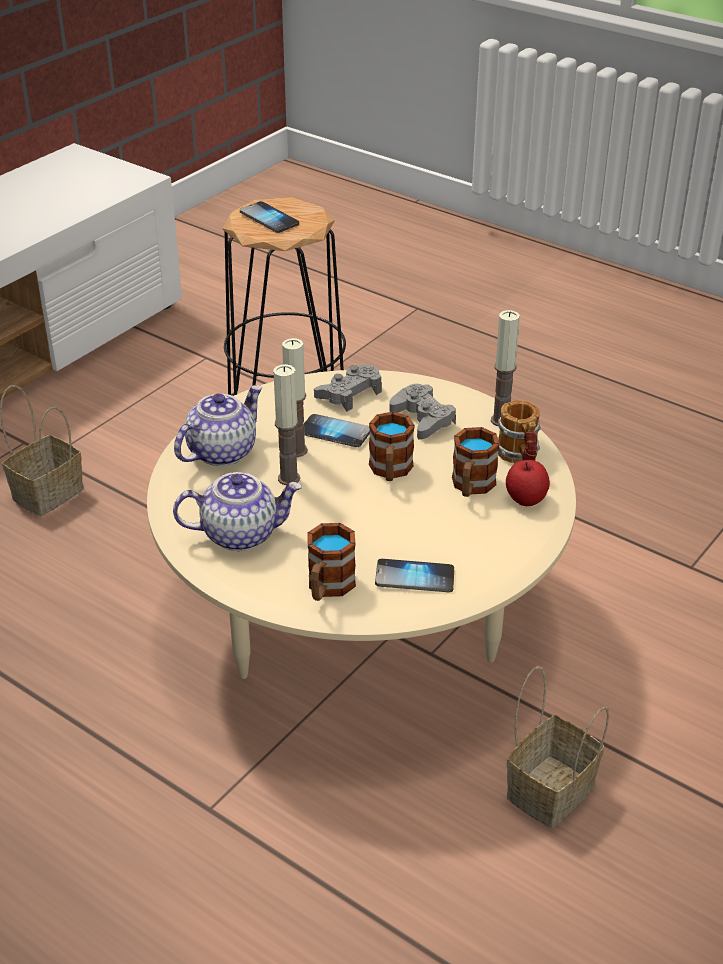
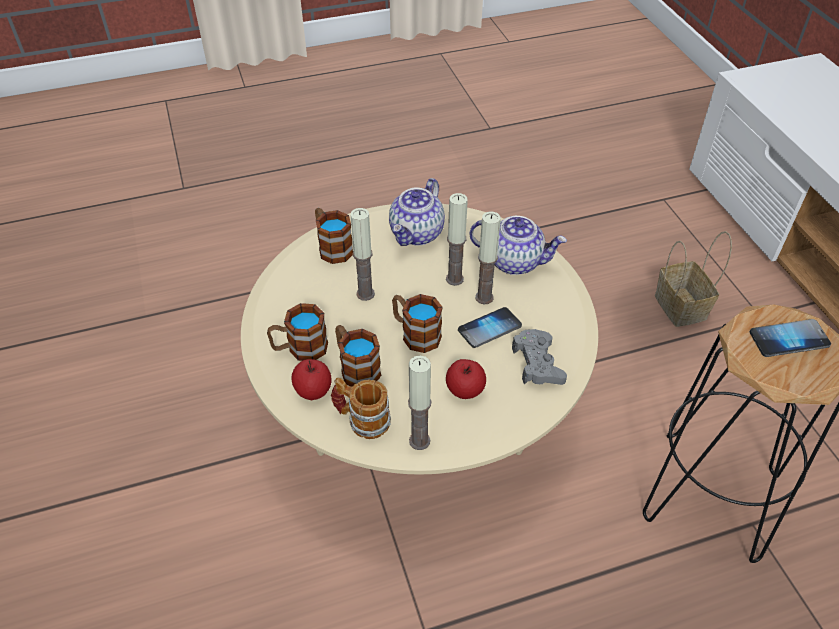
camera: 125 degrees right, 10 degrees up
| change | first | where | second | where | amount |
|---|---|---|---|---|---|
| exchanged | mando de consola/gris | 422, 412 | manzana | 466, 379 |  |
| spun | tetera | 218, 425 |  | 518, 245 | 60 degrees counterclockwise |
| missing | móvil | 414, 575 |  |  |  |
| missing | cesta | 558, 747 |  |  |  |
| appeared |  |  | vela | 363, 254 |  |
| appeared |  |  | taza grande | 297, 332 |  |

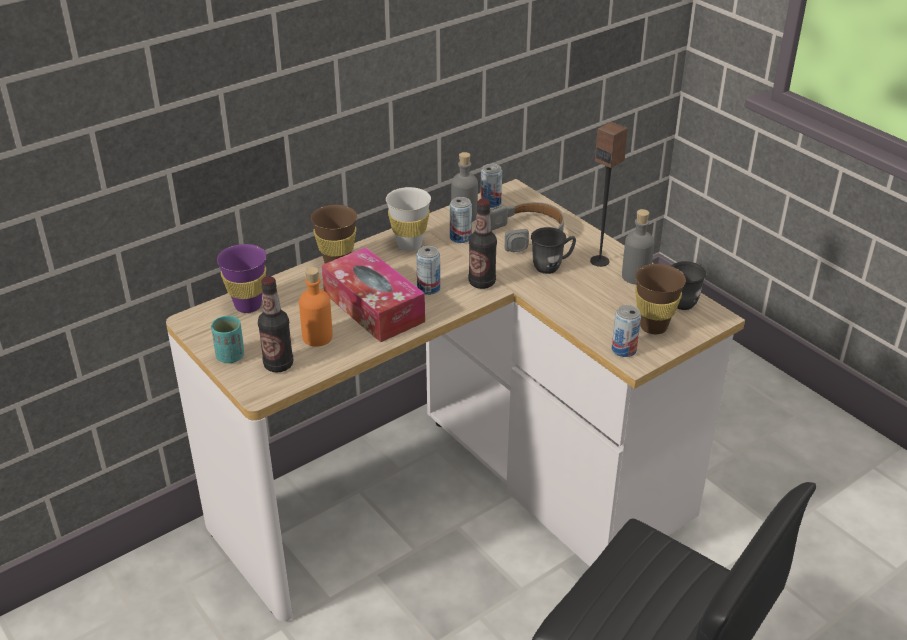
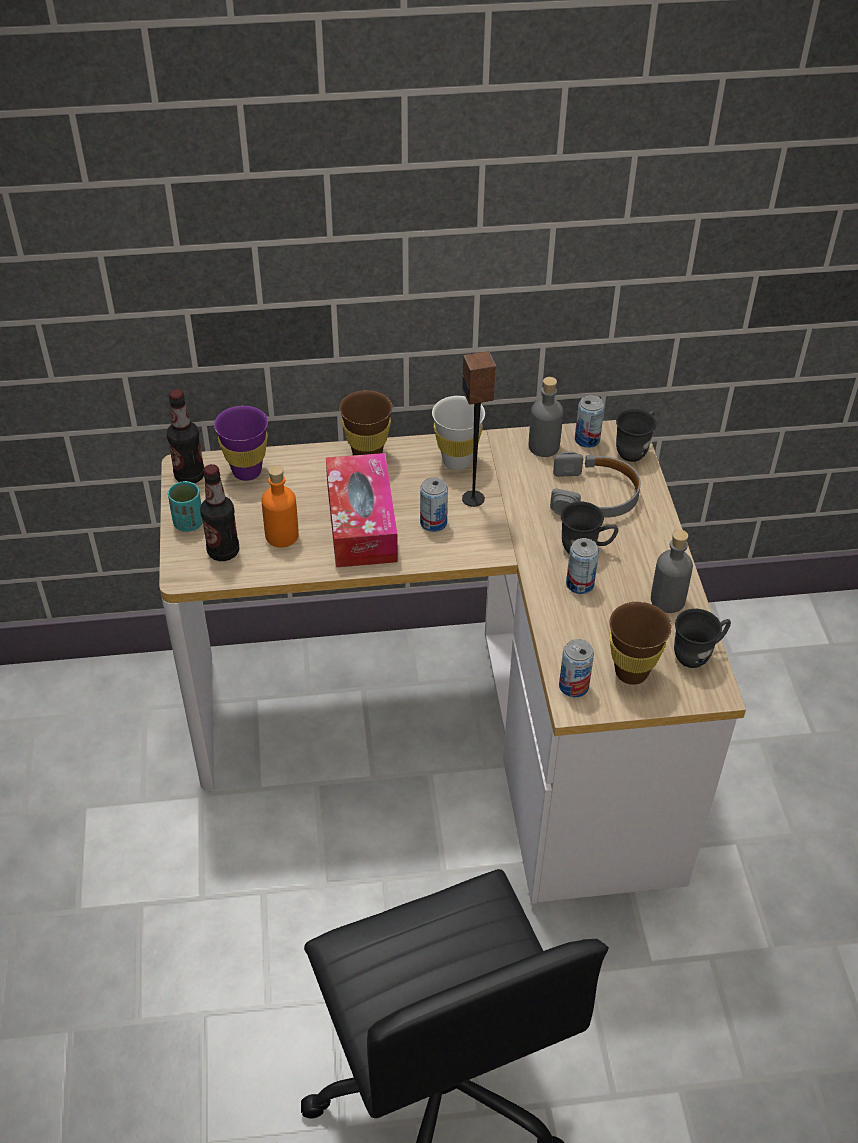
camera: 30 degrees right, 10 degrees up
| change | first | where | second | where | amount |
|---|---|---|---|---|---|
| relocated | altavoz | 609, 194 |  | 479, 429 |  |
| relocated | lata | 461, 220 |  | 582, 566 |  |
| relocated | botella | 482, 244 |  | 185, 436 |  |
| appeared |  |  | taza grande/gris | 636, 435 |  |

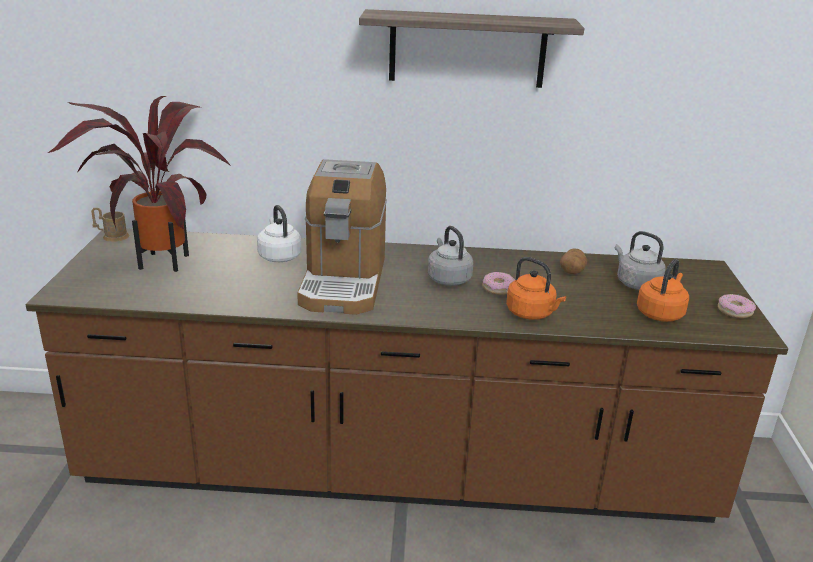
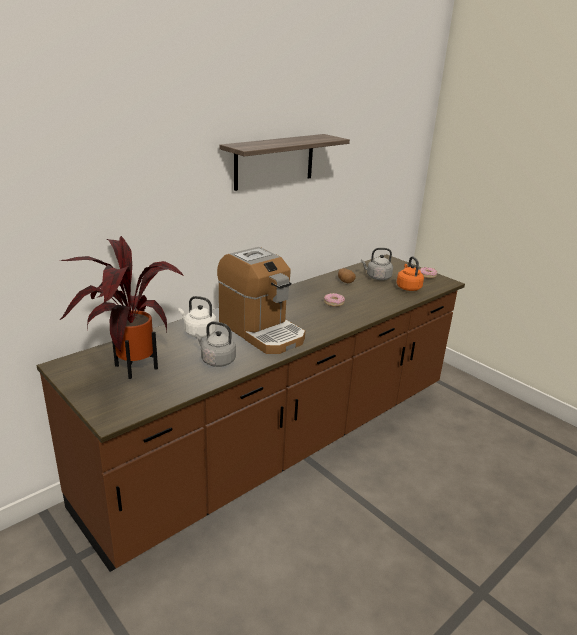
camera: 45 degrees left, 0 degrees up
| change | first | where | second | where | amount |
|---|---|---|---|---|---|
| missing | taza grande/marrón | 110, 225 |  |  |  |
| relocated | hervidor/gris | 450, 256 |  | 215, 344 |  |
| missing | hervidor/naranja | 536, 288 |  |  |  |

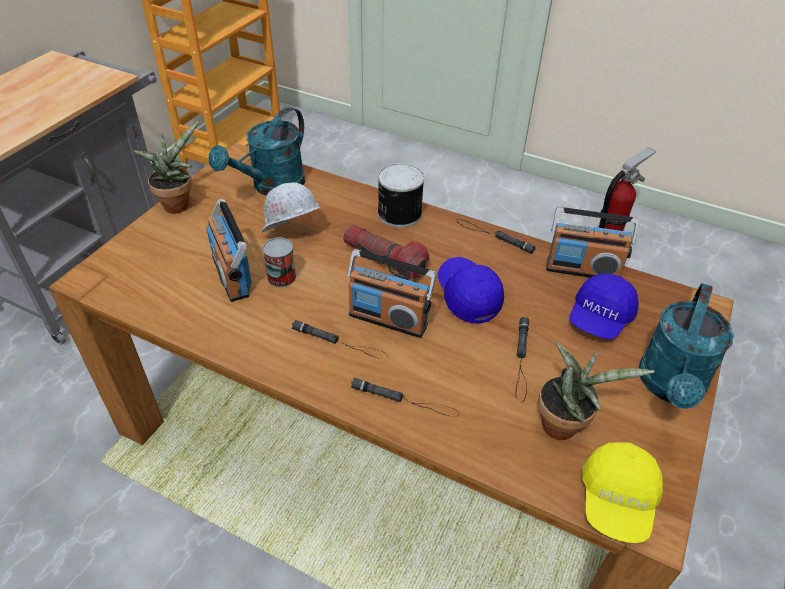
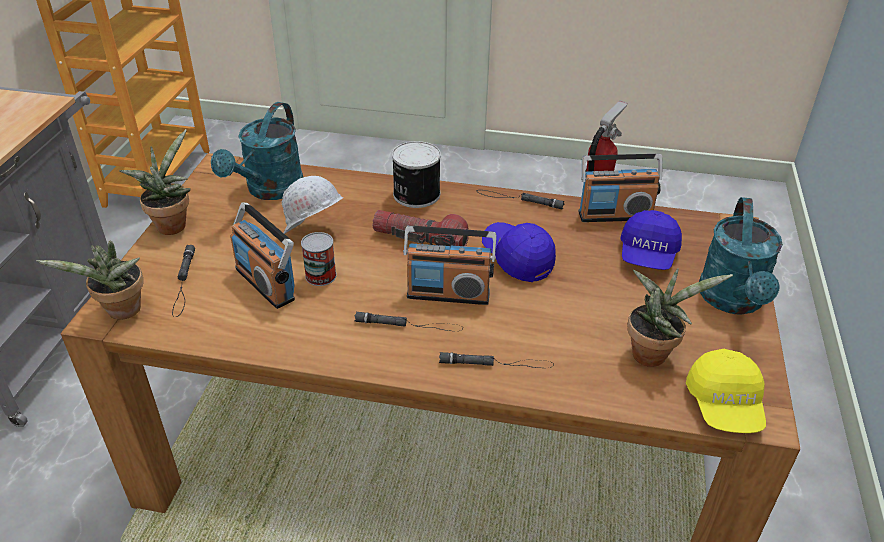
camera: 15 degrees left, 5 degrees down
| change | first | where | second | where | amount |
|---|---|---|---|---|---|
| relocated | linterna/negro | 522, 359 |  | 183, 281 |  |
| appeared |  |  | planta en maceta | 90, 280 |  |

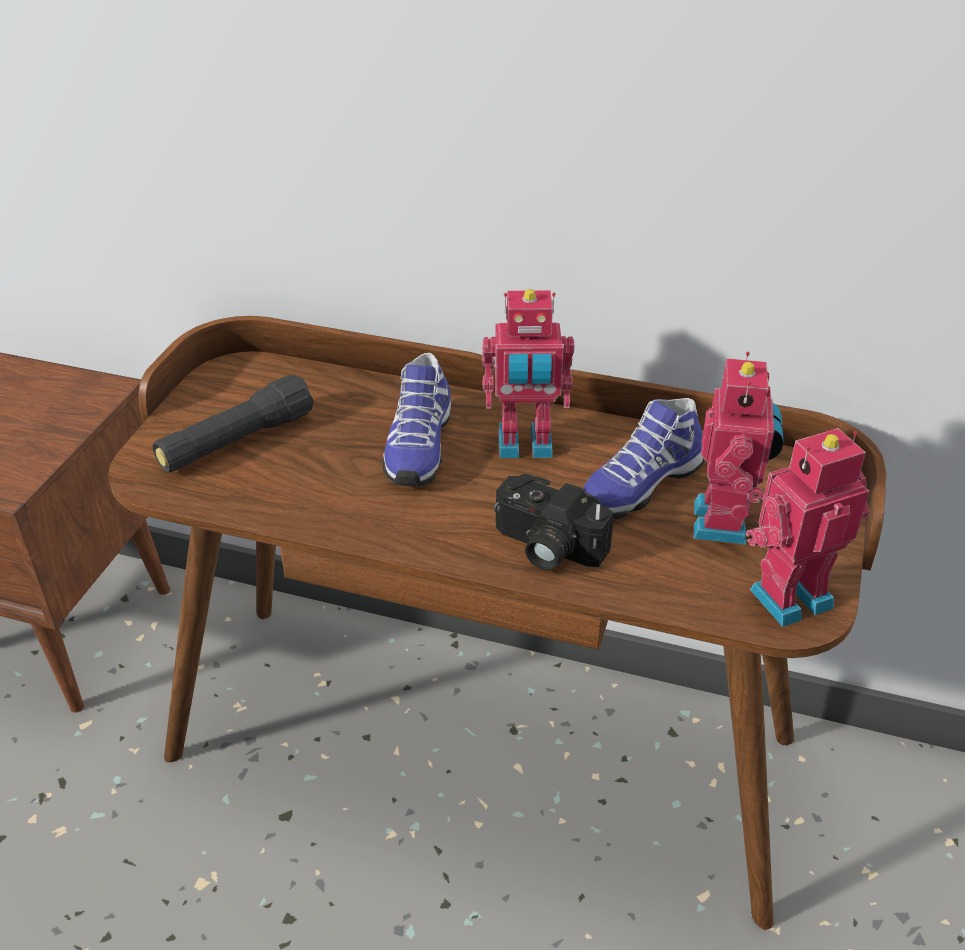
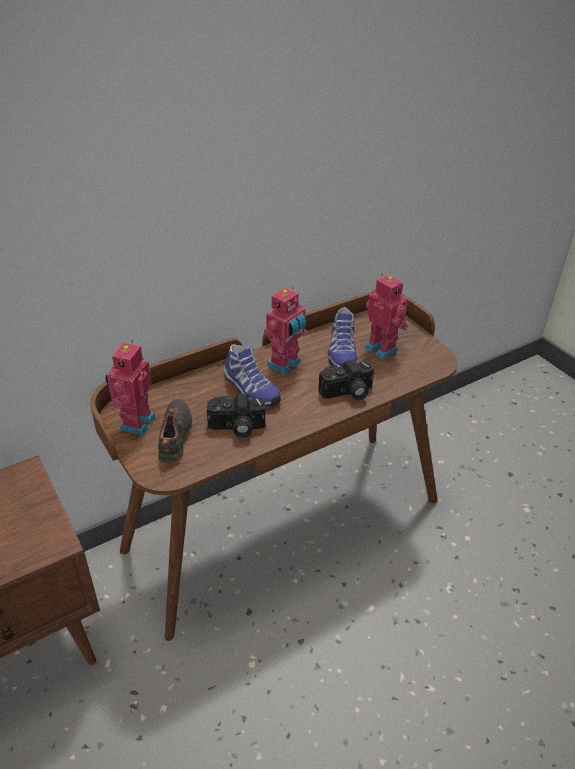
camera: 50 degrees left, 0 degrees up
| change | first | where | second | where | amount |
|---|---|---|---|---|---|
| exchanged | linterna/negro | 233, 423 | zapato/negro | 175, 431 |  |
| relocated | robot de juguete | 808, 527 |  | 130, 387 |  |
| appeared |  |  | cámara | 236, 416 |  |

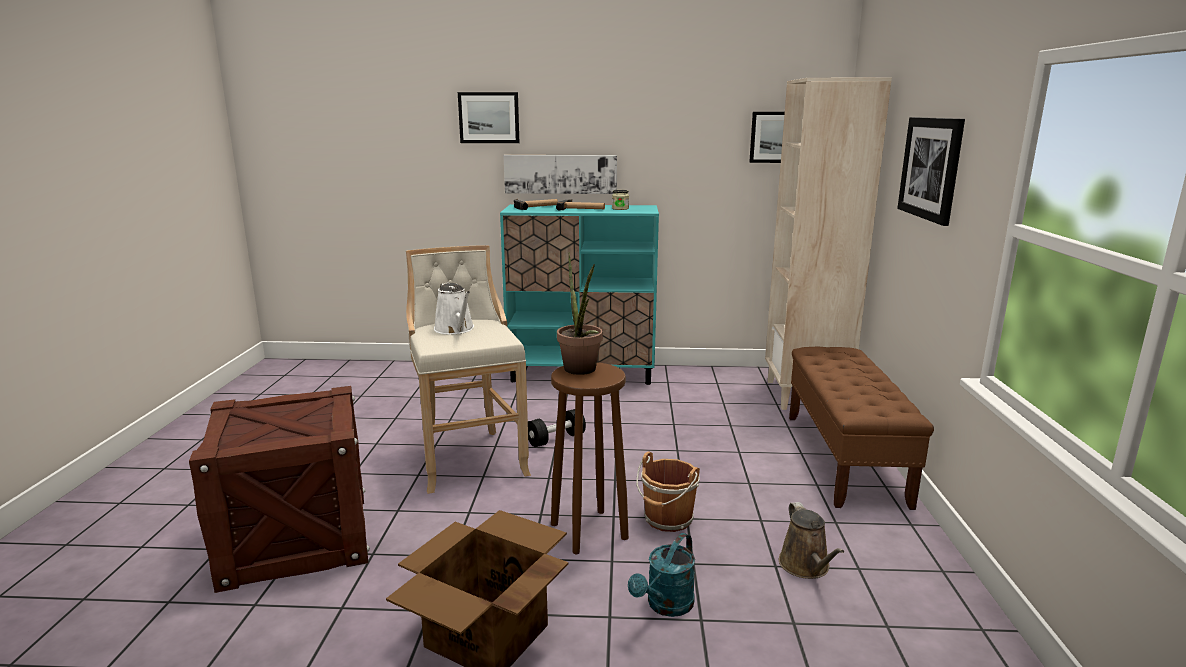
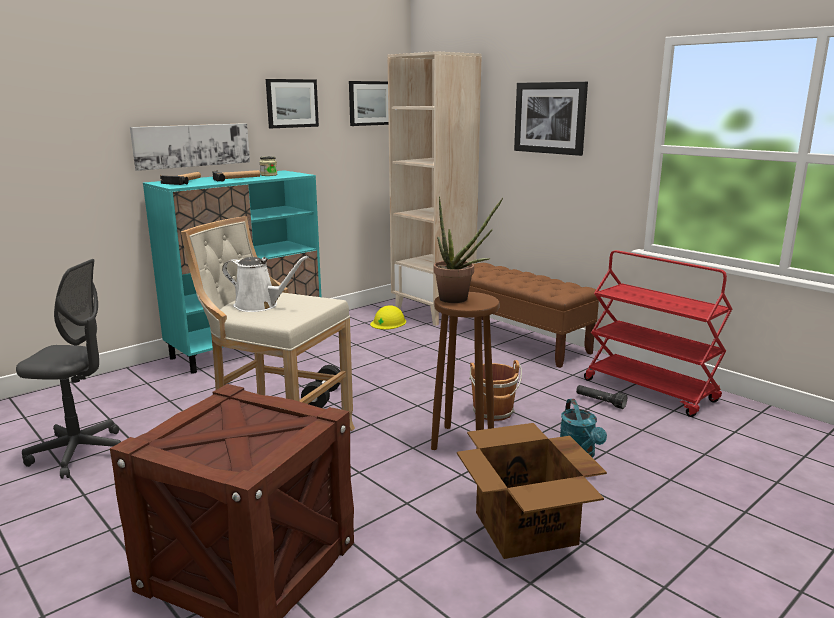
camera: 45 degrees left, 0 degrees up
| change | first | where | second | where | amount |
|---|---|---|---|---|---|
| relocated | cuadro | 488, 117 |  | 292, 103 |  |
| exchanged | regadera/marrón | 811, 540 | linterna/negro | 601, 397 |  |
| appeared |  |  | carrito/rojo | 658, 333 |  |
| appeared |  |  | silla de oficina/gris | 68, 369 |  |
| appeared |  |  | casco/amarillo | 388, 317 |  |

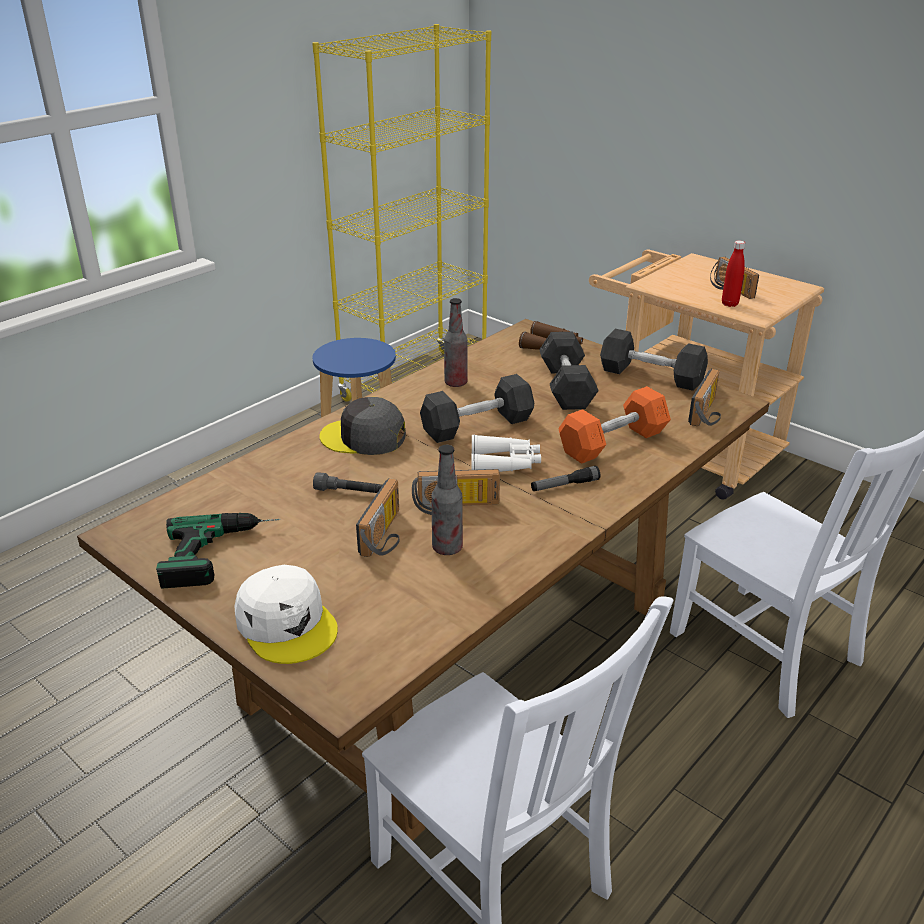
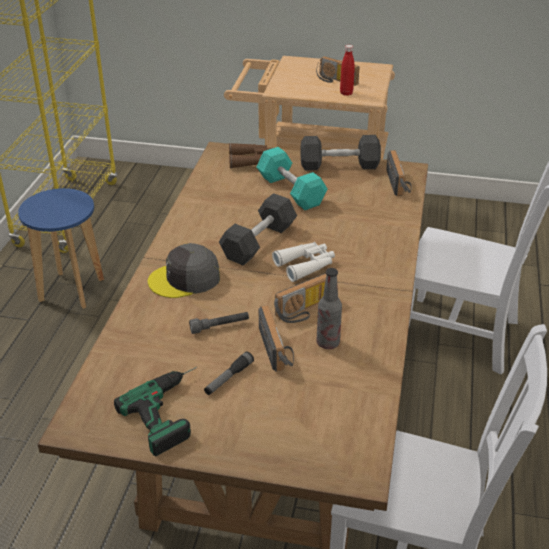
camera: 30 degrees left, 5 degrees up
| change | first | where | second | where | amount |
|---|---|---|---|---|---|
| missing | botella | 456, 342 |  |  |  |
| colour | mancuerna/gris | 568, 371 | mancuerna/turquesa | 292, 178 |  |
| missing | mancuerna/naranja | 614, 425 |  |  |  |
| relocated | linterna | 565, 478 |  | 229, 373 |  |
| missing | gorra/blanco | 286, 614 |  |  |  |

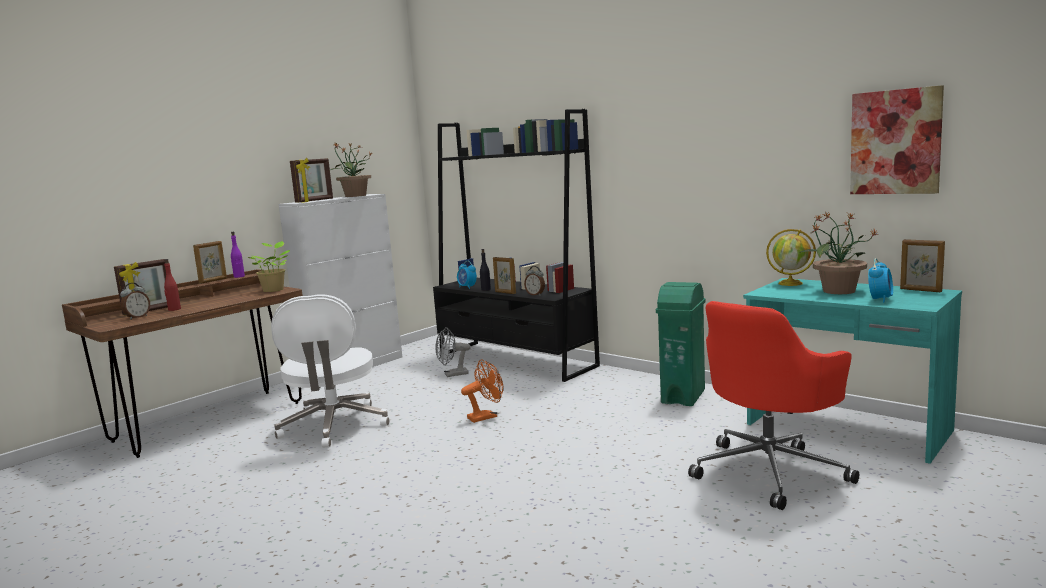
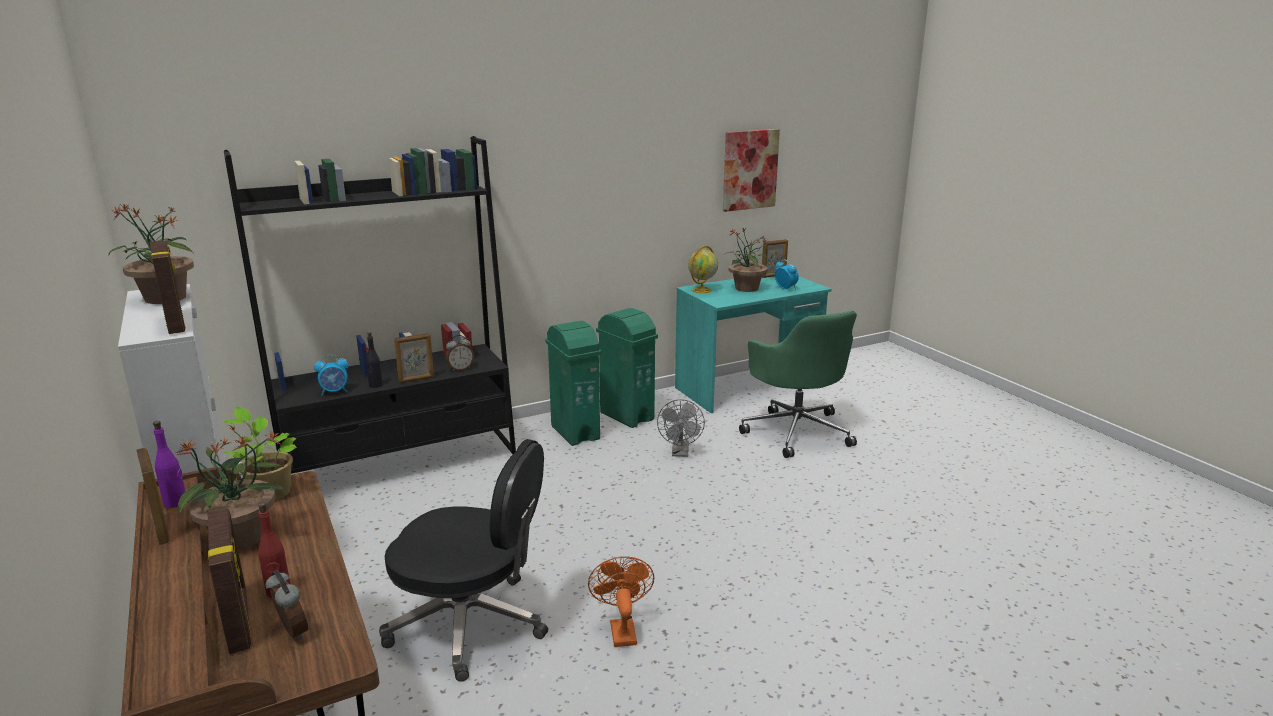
camera: 70 degrees left, 10 degrees up
| change | first | where | second | where | amount |
|---|---|---|---|---|---|
| colour | silla de oficina/blanco | 330, 371 | silla de oficina/negro | 463, 560 |  |
| colour | silla de oficina/rojo | 773, 405 | silla de oficina/verde | 798, 384 |  |
| relocated | ventilador/gris | 453, 352 |  | 681, 428 |  |
| relocated | ventilador/naranja | 482, 391 |  | 621, 601 |  |
| appeared |  |  | papelera/verde | 573, 383 |  |
| appeared |  |  | planta en maceta | 230, 487 |  |

